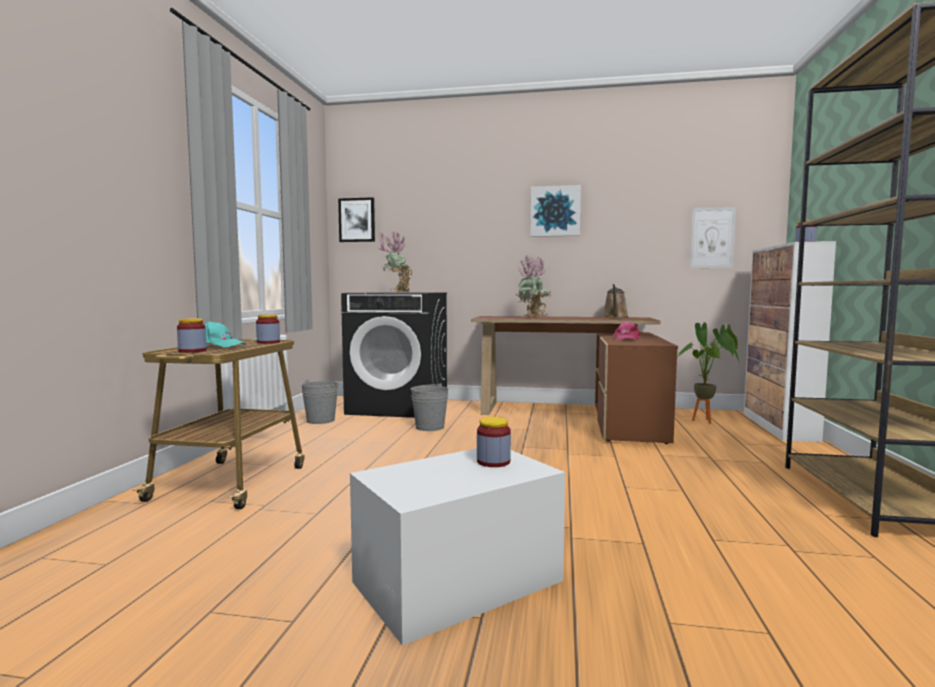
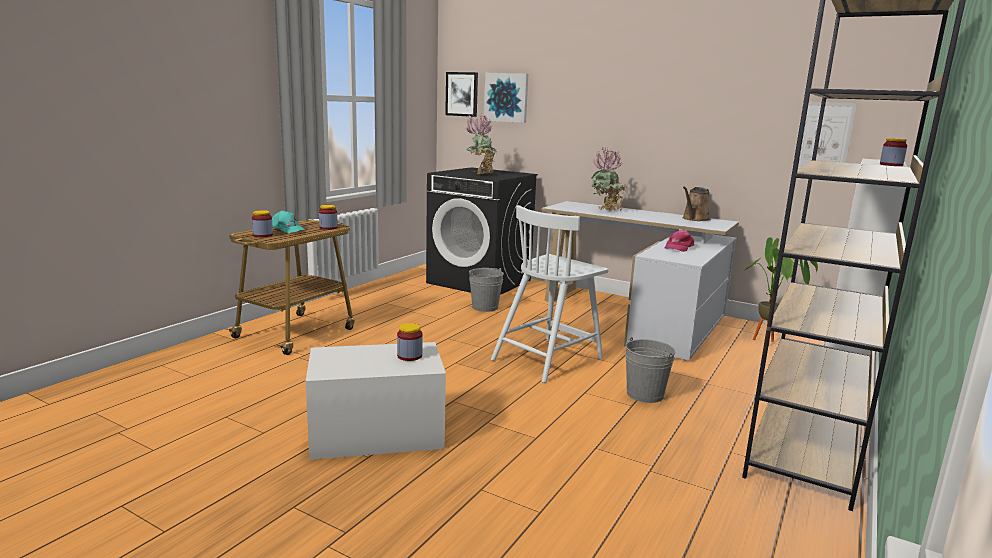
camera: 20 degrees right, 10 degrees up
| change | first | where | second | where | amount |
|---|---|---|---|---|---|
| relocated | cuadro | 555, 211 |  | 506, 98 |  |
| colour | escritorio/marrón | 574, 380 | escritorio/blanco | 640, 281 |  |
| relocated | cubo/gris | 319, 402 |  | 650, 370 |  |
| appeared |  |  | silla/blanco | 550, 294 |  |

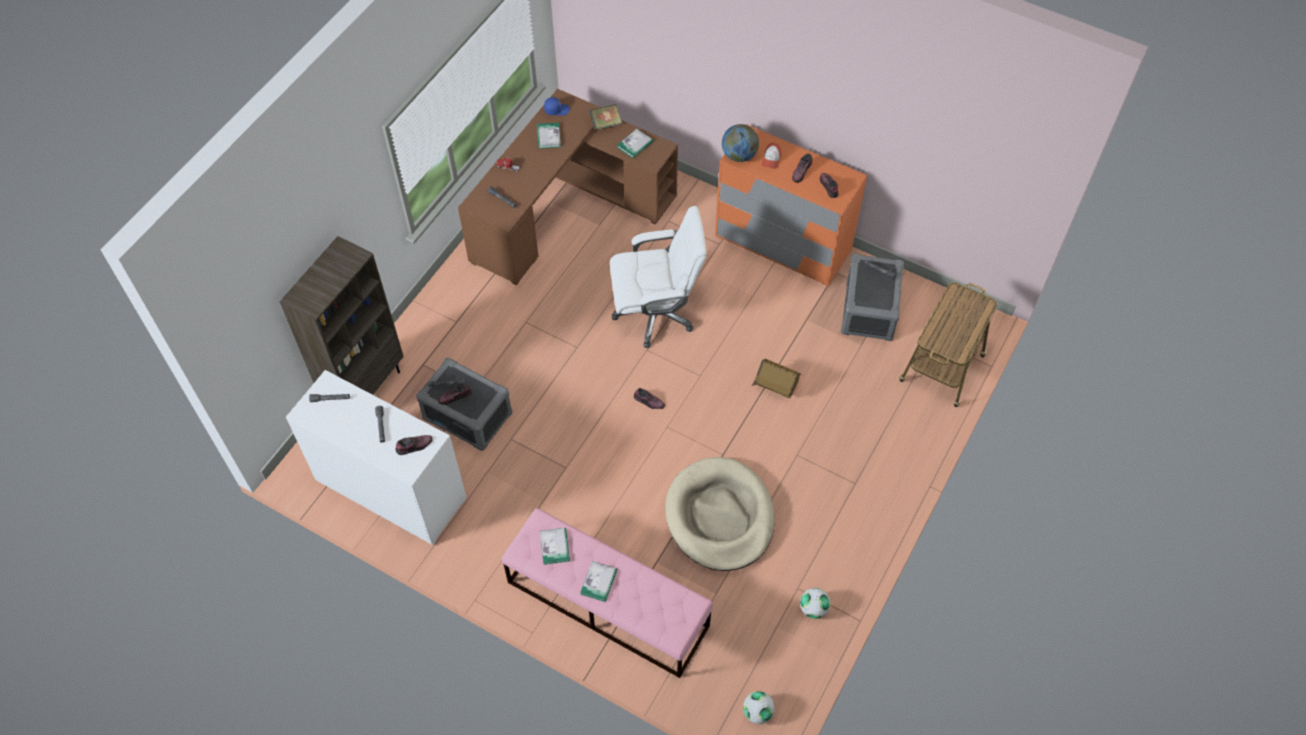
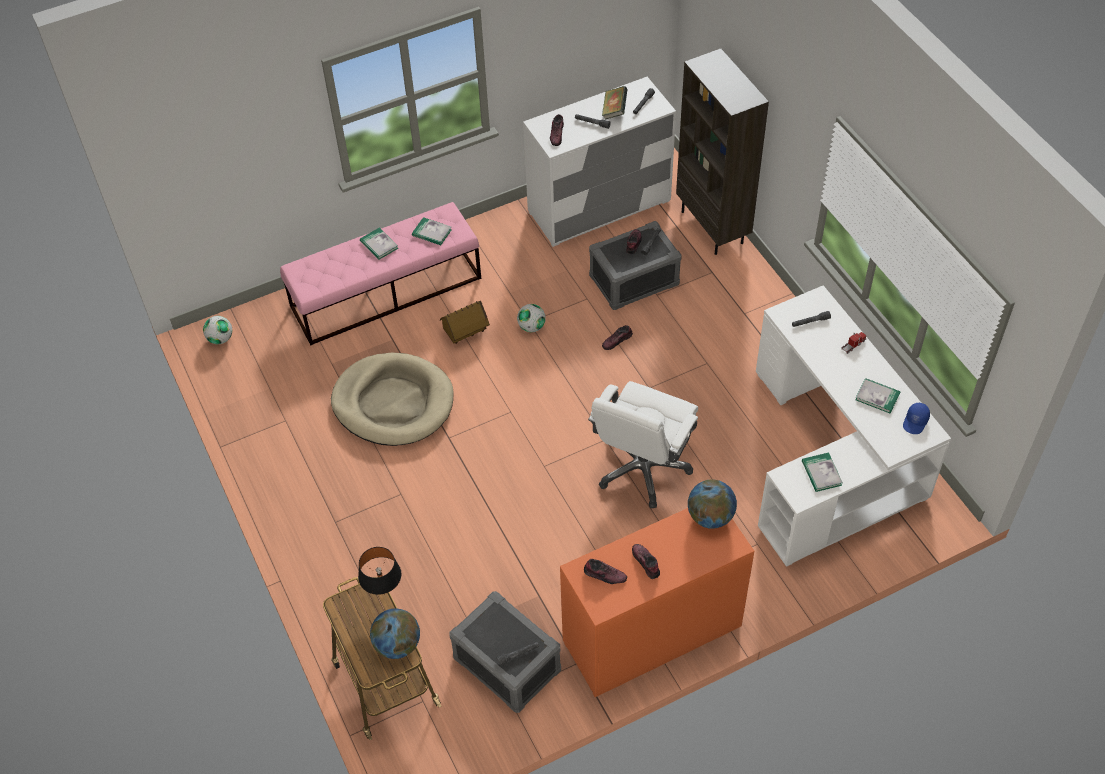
camera: 125 degrees right, 5 degrees down
| change | first | where | second | where | amount |
|---|---|---|---|---|---|
| colour | escritorio/marrón | 568, 187 | escritorio/blanco | 853, 426 |  |
| relocated | libro | 605, 117 |  | 614, 103 |  |
| missing | gorra | 771, 156 |  |  |  |
| relocated | casita | 776, 378 |  | 465, 322 |  |
| relocated | zapato | 649, 398 |  | 617, 337 |  |
| relocated | balón de fútbol | 815, 603 |  | 531, 318 |  |
| appeared |  |  | lámpara de mesa/negro | 379, 571 |  |
| appeared |  |  | globo terráqueo | 395, 634 |  |

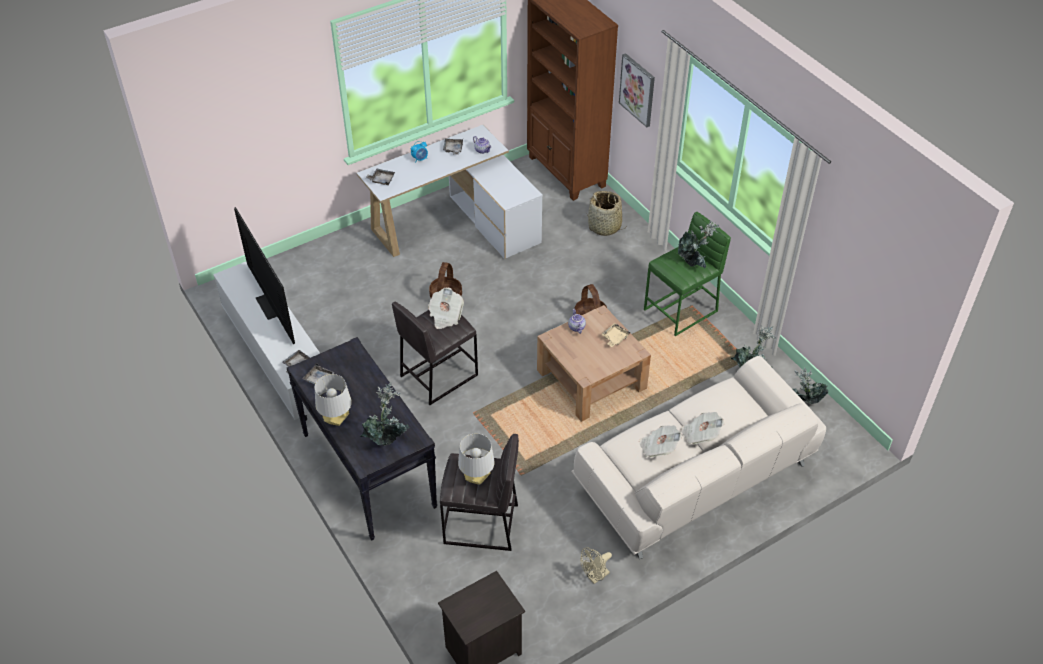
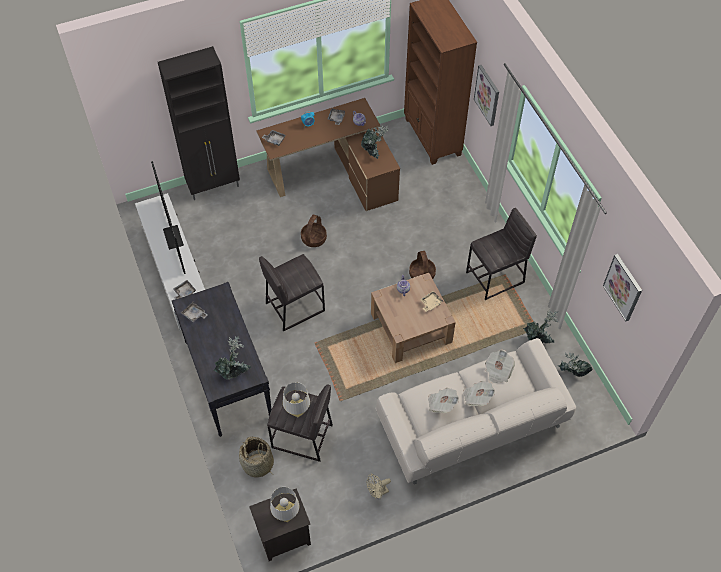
camera: 10 degrees right, 10 degrees up
| change | first | where | second | where | amount |
|---|---|---|---|---|---|
| colour | escritorio/blanco | 450, 192 | escritorio/marrón | 328, 154 |  |
| relocated | cesta | 606, 213 |  | 256, 457 |  |
| colour | taburete/verde | 687, 274 | taburete/gris | 501, 254 |  |
| relocated | planta en maceta | 698, 244 |  | 375, 142 |  |
| relocated | periódico | 446, 308 |  | 500, 366 |  |
| relocated | lámpara de mesa/gris | 333, 400 |  | 284, 504 |  |
| appeared |  |  | armario/negro | 199, 123 |  |
| appeared |  |  | cuadro | 622, 287 |  |

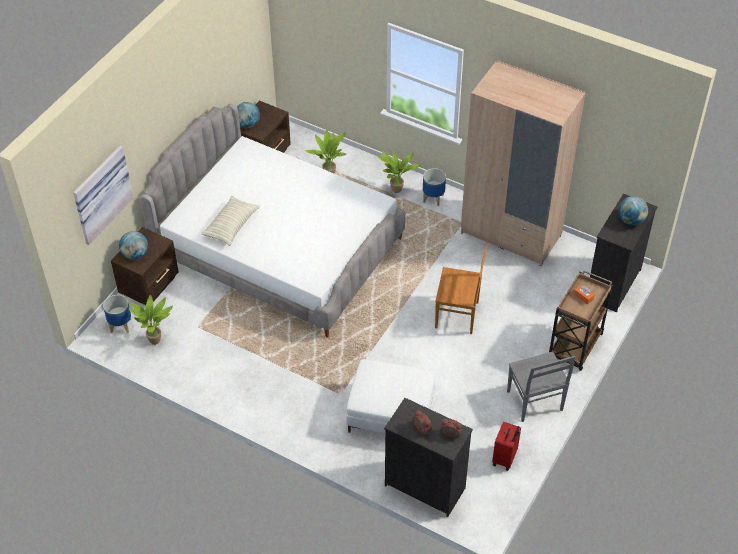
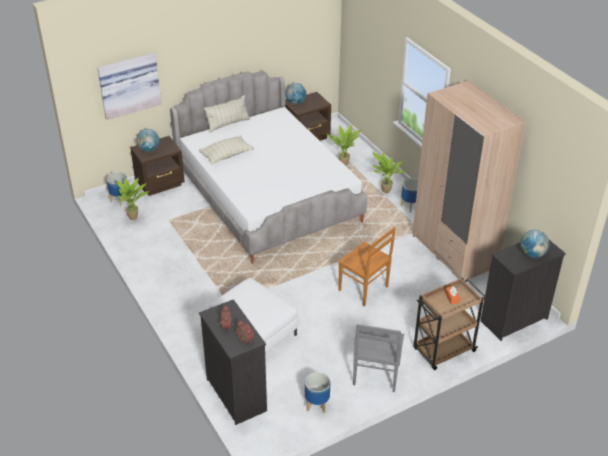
camera: 30 degrees right, 10 degrees down
| change | first | where | second | where | amount |
|---|---|---|---|---|---|
| exchanged | maleta/rojo | 506, 446 | maceta | 317, 392 |  |
| appeared |  |  | cojín | 227, 114 |  |

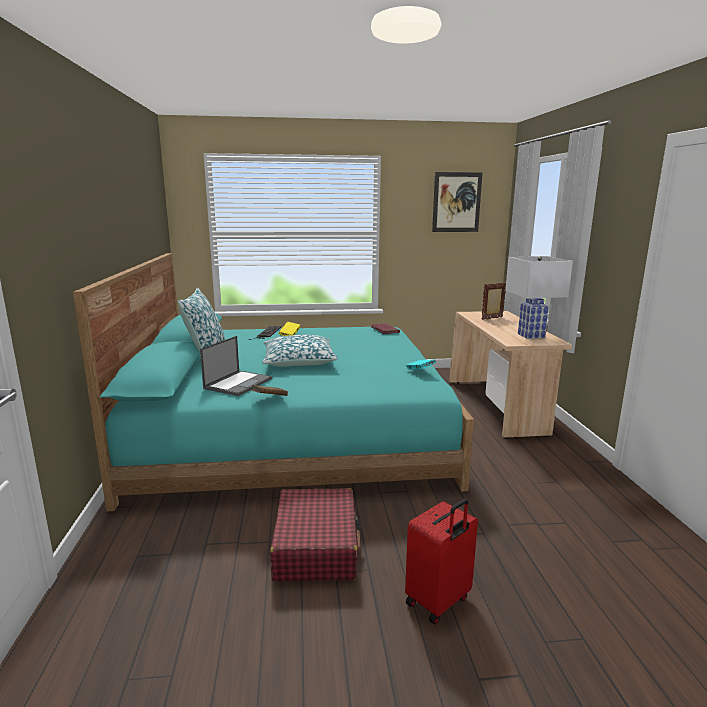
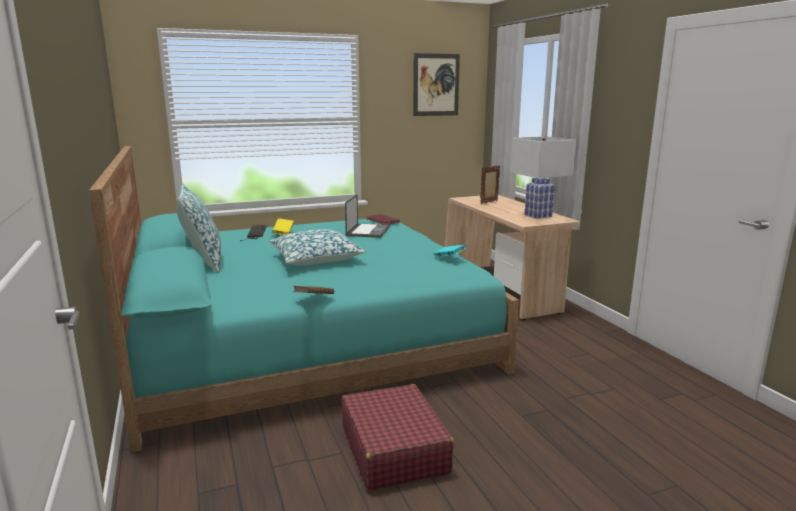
camera: 15 degrees left, 0 degrees up
| change | first | where | second | where | amount |
|---|---|---|---|---|---|
| relocated | portátil | 236, 366 |  | 367, 216 |  |
| missing | maleta/rojo | 441, 561 |  |  |  |

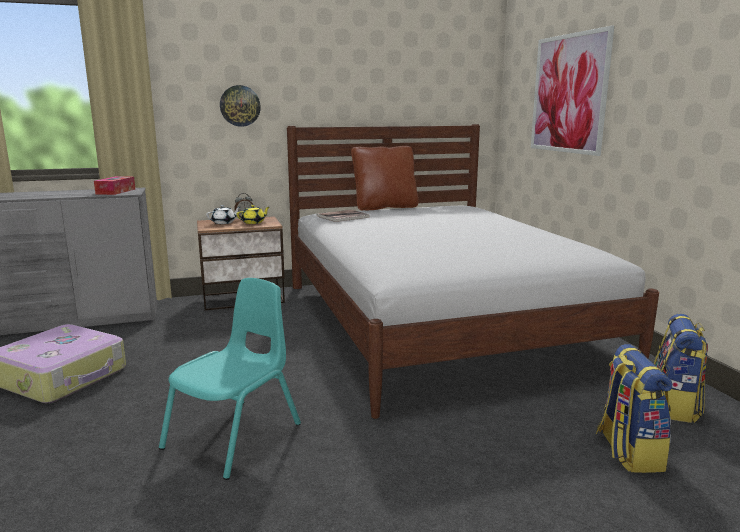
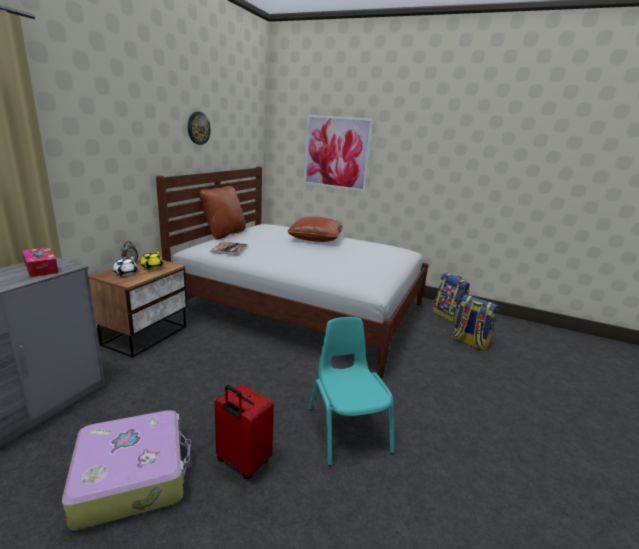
camera: 50 degrees left, 5 degrees up
| change | first | where | second | where | amount |
|---|---|---|---|---|---|
| relocated | reloj de pared | 240, 106 |  | 199, 128 |  |
| appeared |  |  | cojín/marrón | 315, 229 |  |
| appeared |  |  | maleta/rojo | 244, 431 |  |

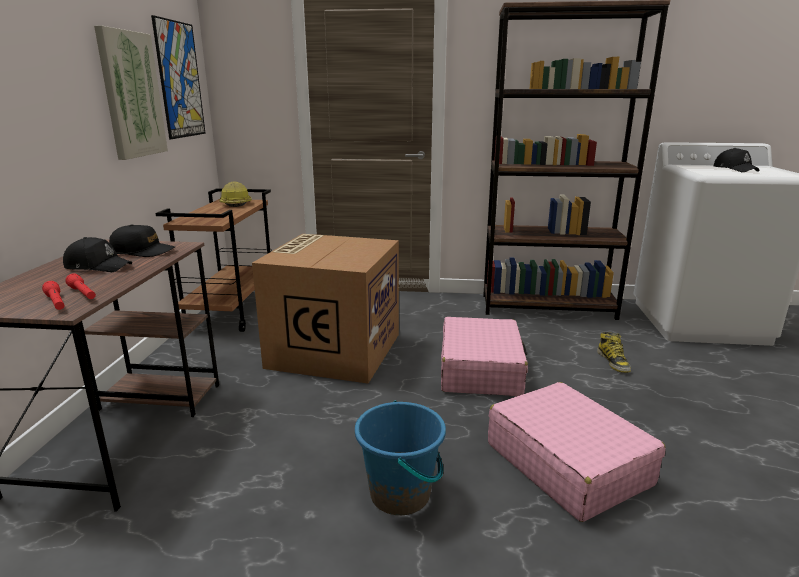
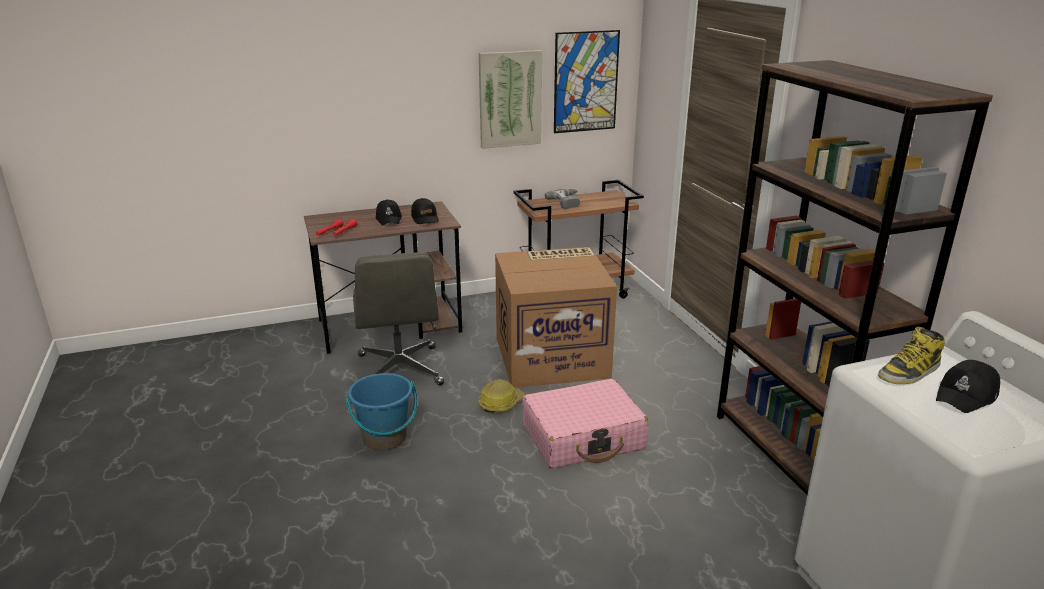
camera: 65 degrees right, 5 degrees up
| change | first | where | second | where | amount |
|---|---|---|---|---|---|
| relocated | casco | 235, 194 |  | 501, 396 |  |
| relocated | bota | 614, 352 |  | 911, 355 |  |
| missing | maleta/rosa | 577, 452 |  |  |  |
| appeared |  |  | taladro | 562, 199 |  |
| appeared |  |  | silla de oficina/gris | 398, 318 |  |

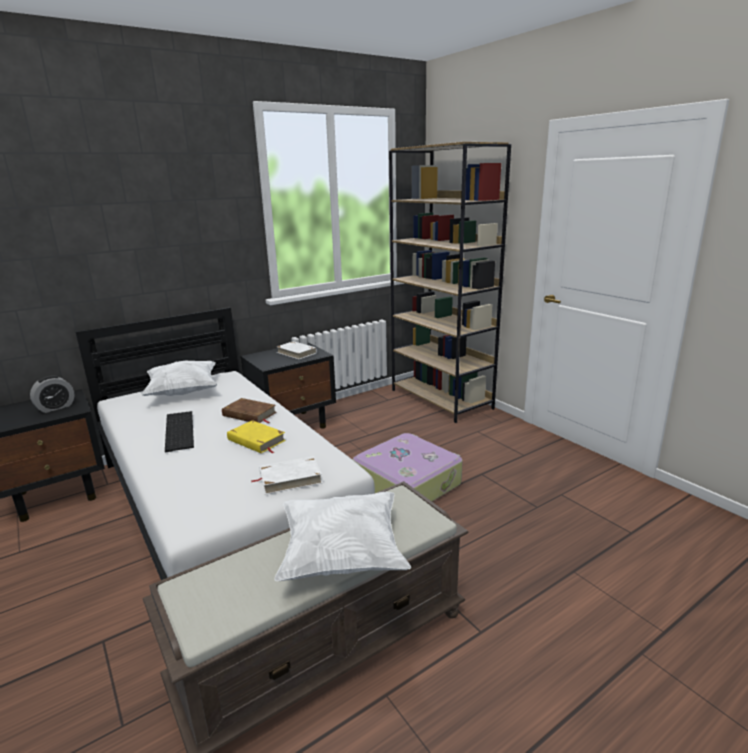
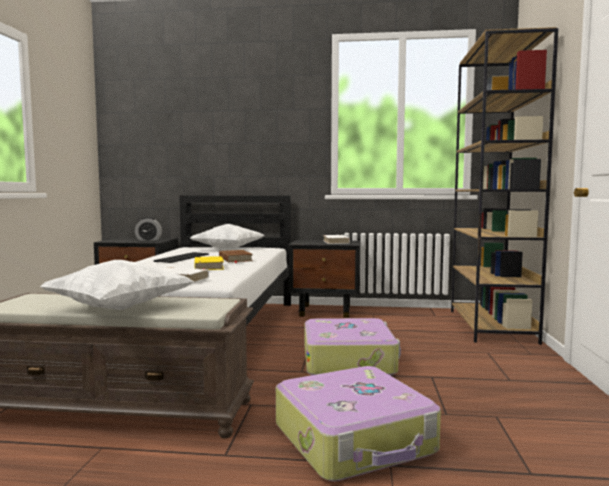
camera: 40 degrees right, 15 degrees down
| change | first | where | second | where | amount |
|---|---|---|---|---|---|
| appeared |  |  | maleta | 358, 423 |  |

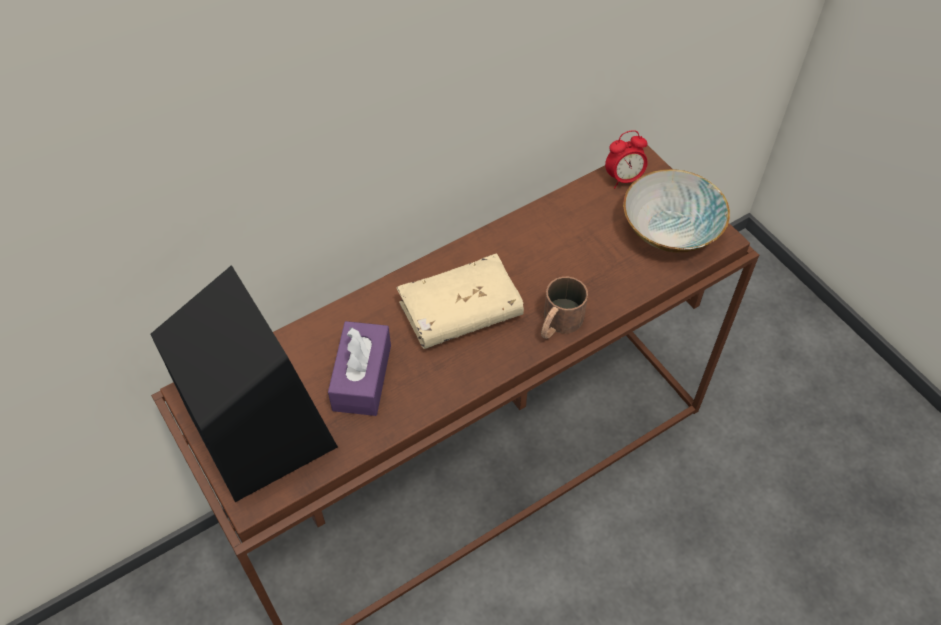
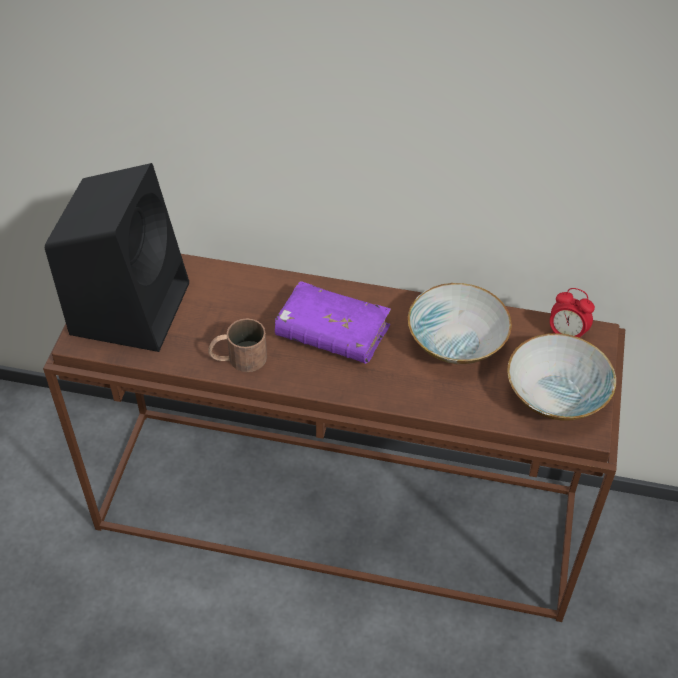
camera: 45 degrees right, 5 degrees down
| change | first | where | second | where | amount |
|---|---|---|---|---|---|
| colour | libro/beis | 460, 301 | libro/morado | 333, 322 |  |
| relocated | taza grande/marrón | 564, 308 |  | 237, 345 |  |
| missing | caja de pañuelos/morado | 359, 368 |  |  |  |
| appeared |  |  | cuenco | 460, 323 |  |

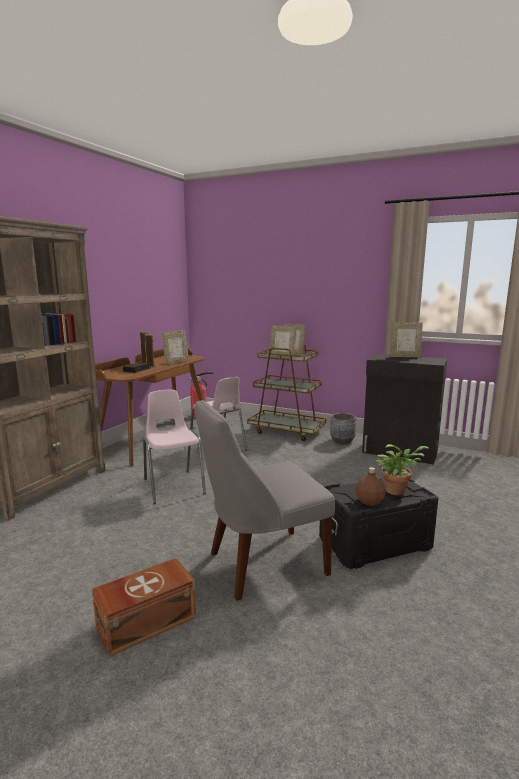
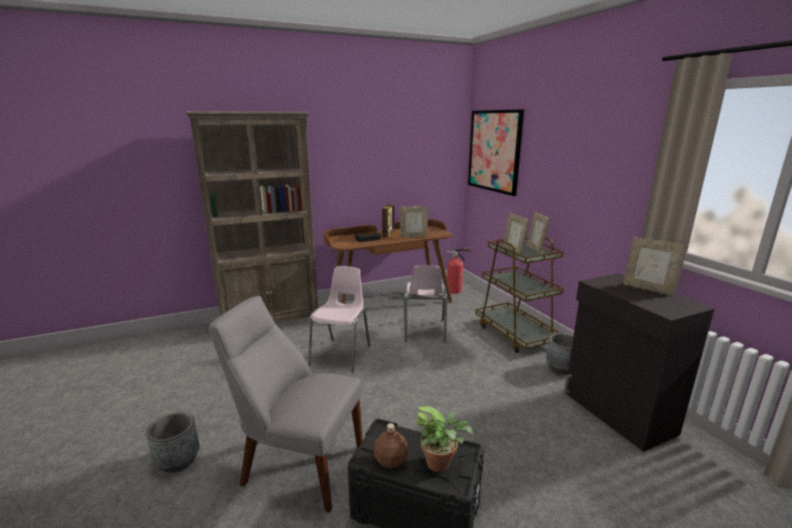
camera: 40 degrees right, 5 degrees up
| change | first | where | second | where | amount |
|---|---|---|---|---|---|
| exchanged | caja de almacenaje/marrón | 144, 607 | maceta/gris | 173, 442 |  |
| appeared |  |  | cuadro | 496, 152 |  |

